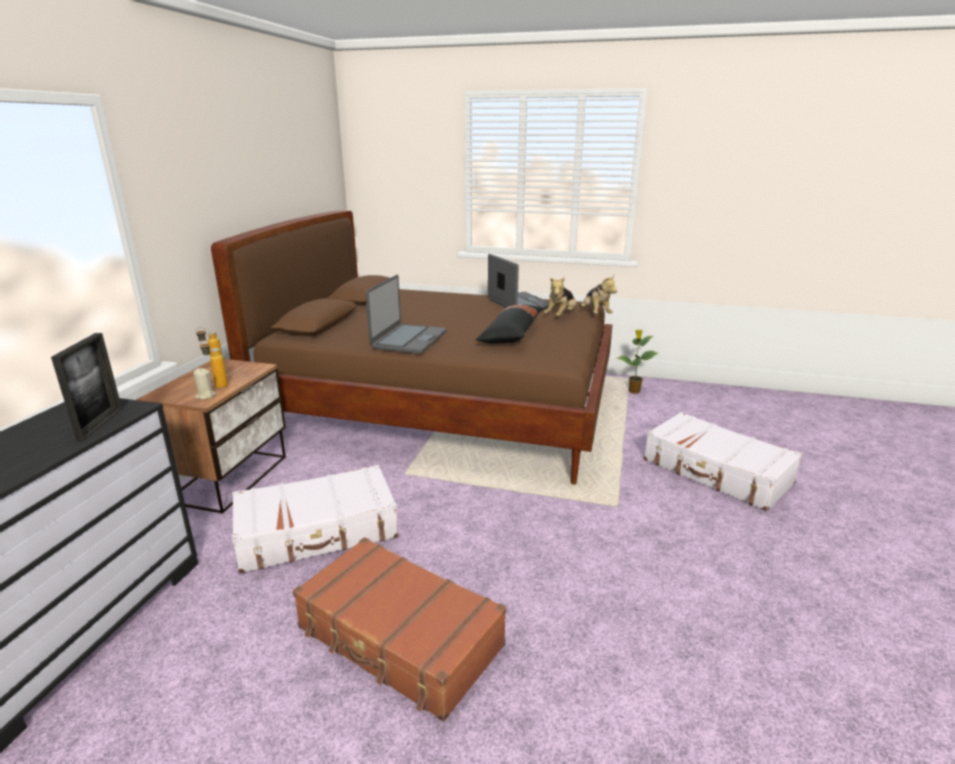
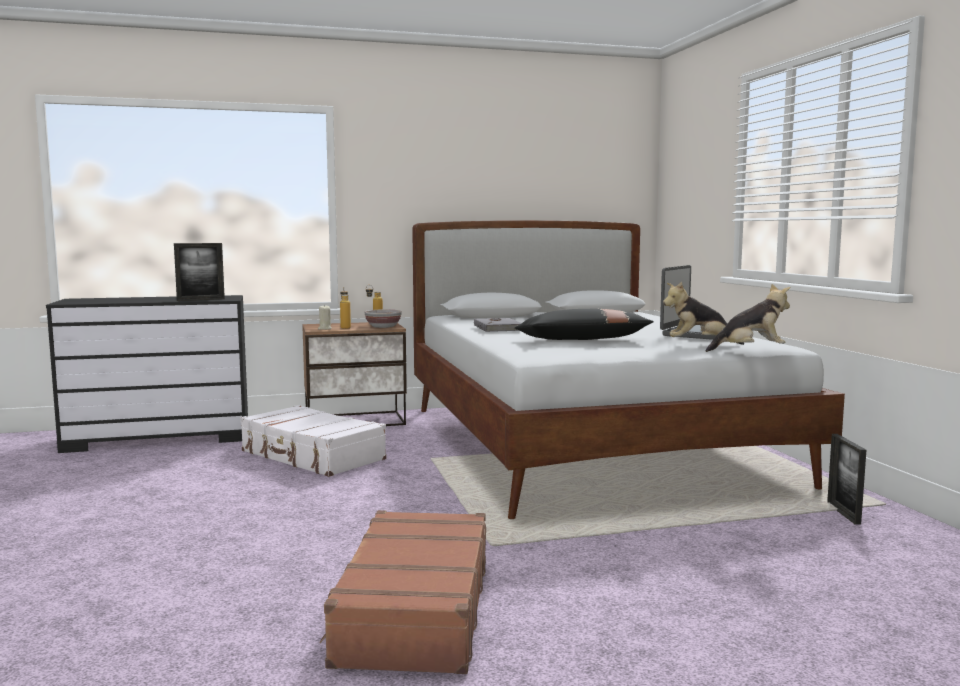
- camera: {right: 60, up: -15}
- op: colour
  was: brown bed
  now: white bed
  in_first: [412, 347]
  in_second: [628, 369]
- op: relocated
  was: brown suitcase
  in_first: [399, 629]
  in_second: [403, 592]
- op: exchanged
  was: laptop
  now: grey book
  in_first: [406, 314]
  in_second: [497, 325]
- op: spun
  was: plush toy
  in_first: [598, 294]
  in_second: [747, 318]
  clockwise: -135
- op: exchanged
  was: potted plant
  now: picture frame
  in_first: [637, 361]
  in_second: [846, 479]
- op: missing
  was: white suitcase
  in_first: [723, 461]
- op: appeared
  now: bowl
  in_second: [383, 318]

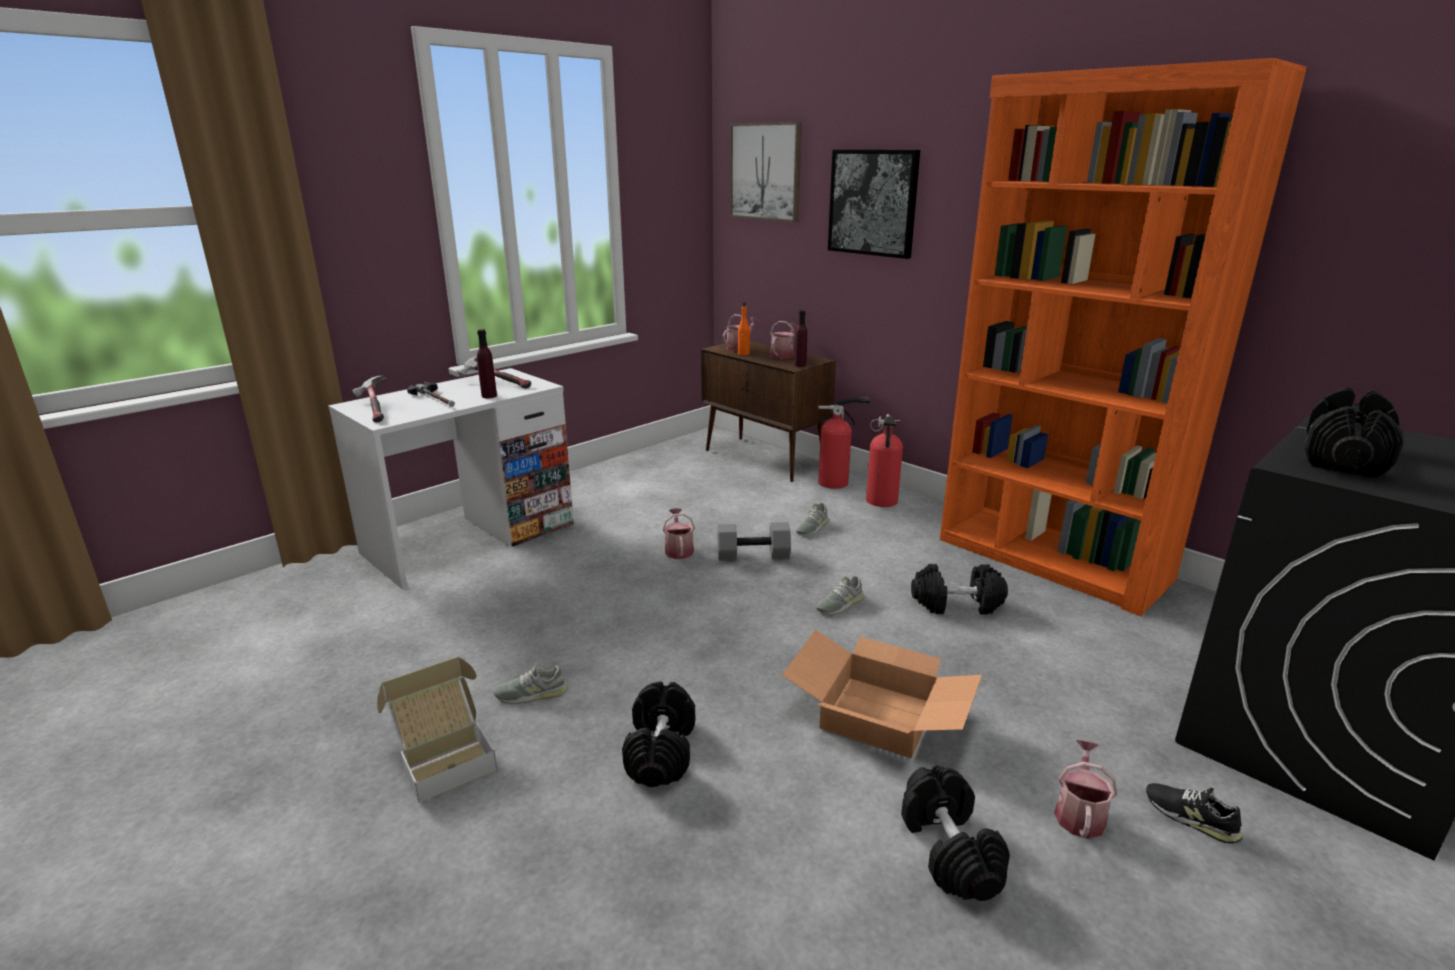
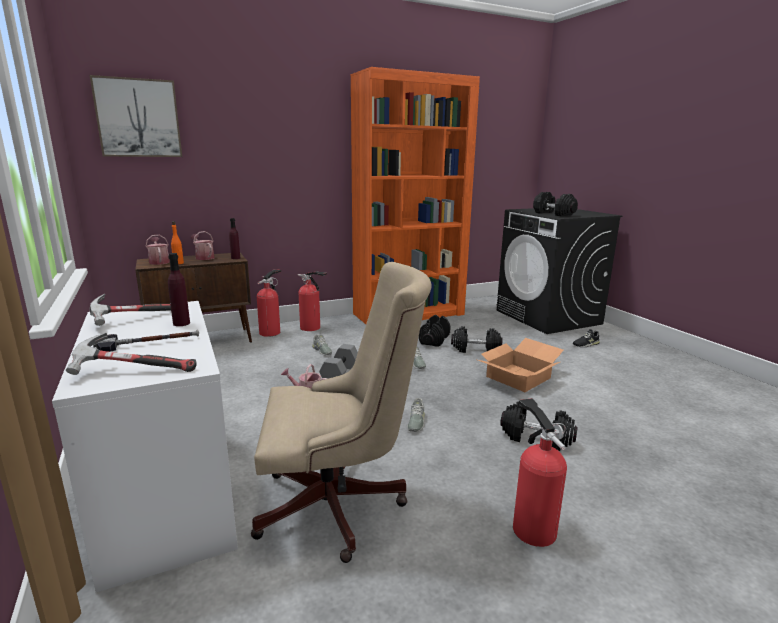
- camera: {right: -70, up: -5}
- op: exchanged
  was: cardboard box
  now: fire extinguisher
  in_first: [437, 730]
  in_second: [540, 472]
- op: relocated
  was: grey shoe
  in_first: [531, 683]
  in_second: [416, 415]
- op: missing
  was: picture
  in_first: [874, 204]
- op: relocated
  was: black dumbbell
  in_first: [955, 833]
  in_second: [476, 339]
- op: missing
  was: watering can
  in_first: [1085, 789]
- op: appeared
  now: beige office chair
  in_second: [341, 412]

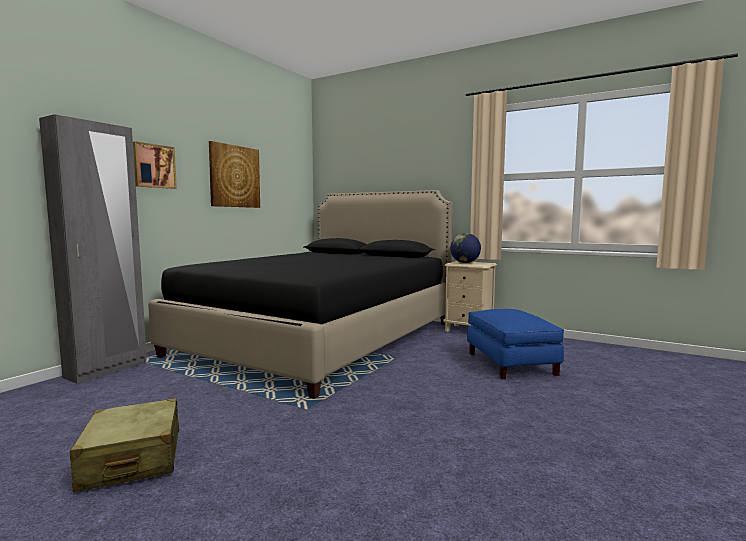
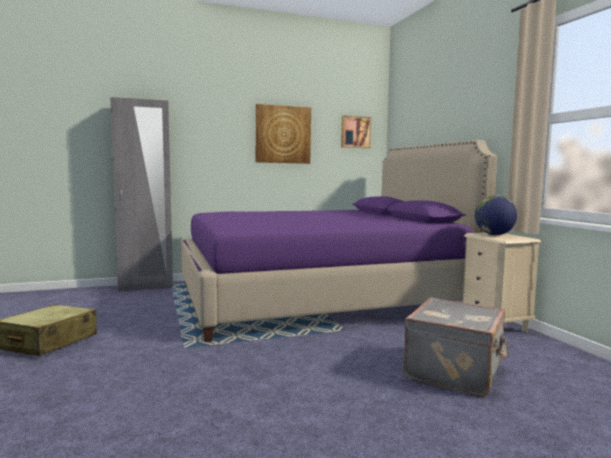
- camera: {right: 40, up: 0}
- op: relocated
  was: picture
  in_first: [155, 165]
  in_second: [356, 131]
- op: colour
  was: black bed
  now: purple bed
  in_first: [300, 294]
  in_second: [339, 241]
- op: exchanged
  was: blue ottoman
  now: grey suitcase
  in_first: [515, 344]
  in_second: [455, 346]

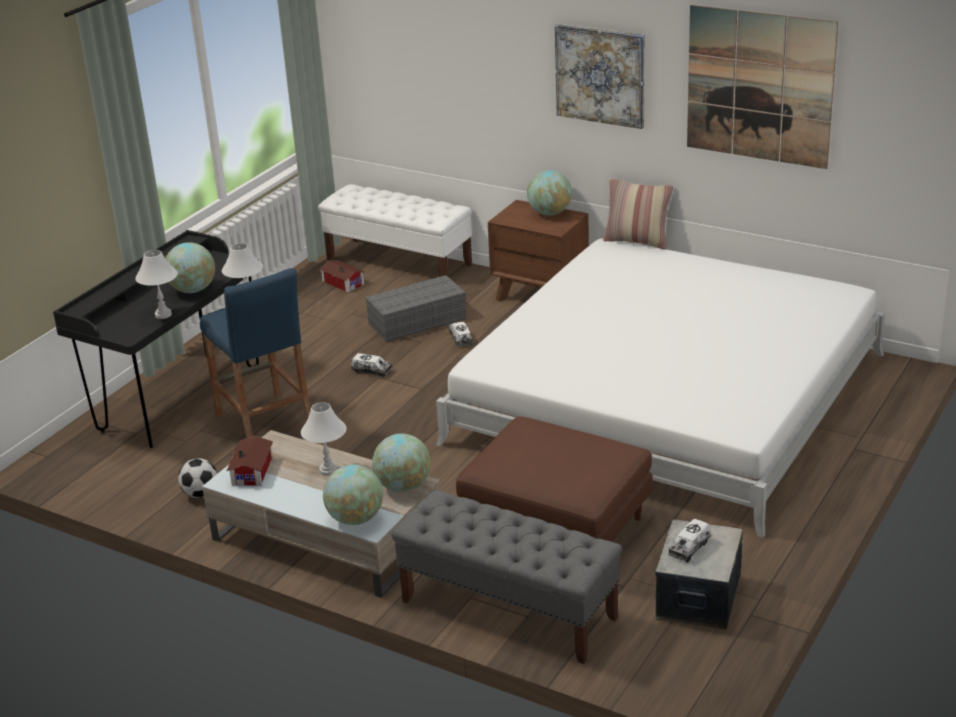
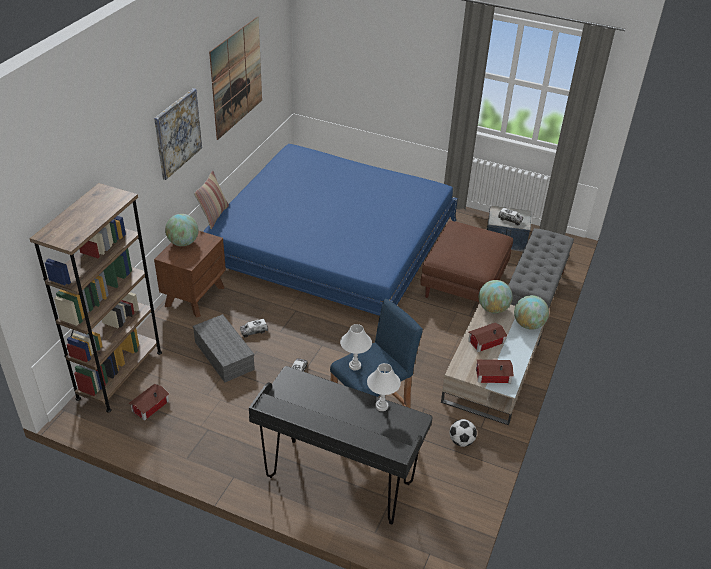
- camera: {right: -100, up: 10}
- op: missing
  was: globe
  in_first: [190, 267]
- op: exchanged
  was: white table lamp
  now: toy house
  in_first: [324, 439]
  in_second: [488, 337]
- op: exchanged
  was: white bench
  now: brown bookcase
  in_first: [395, 230]
  in_second: [95, 298]
- op: colour
  was: white bed
  now: blue bed
  in_first: [660, 388]
  in_second: [330, 230]

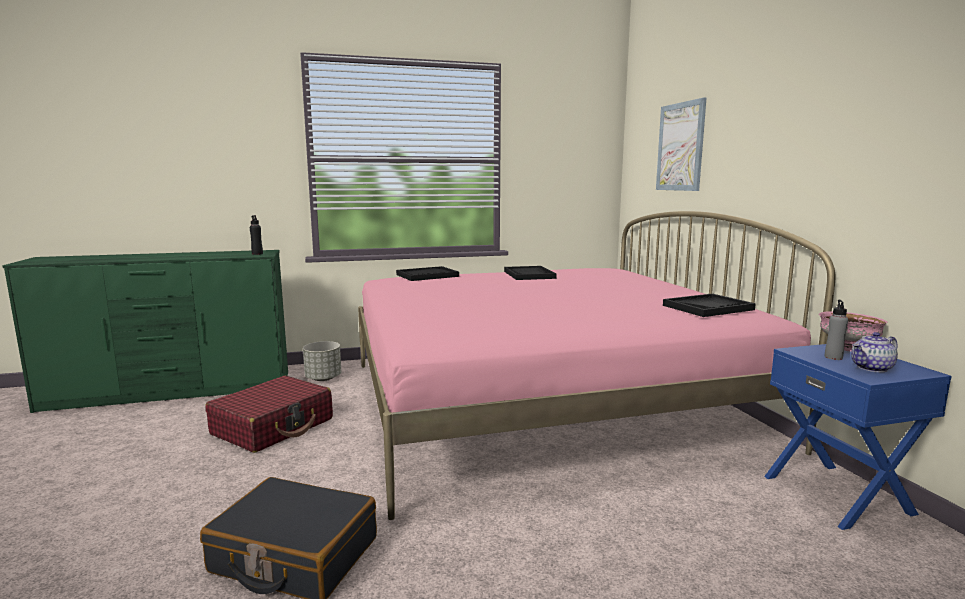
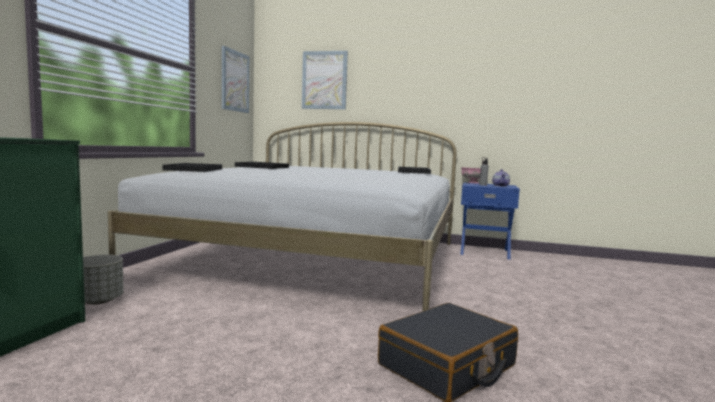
- camera: {right: -60, up: -5}
- op: missing
  was: red suitcase
  in_first: [269, 414]
- op: missing
  was: black bottle
  in_first: [256, 235]
- op: colour
  was: pink bed
  now: white bed
  in_first: [596, 365]
  in_second: [282, 216]
- op: appeared
  now: picture
  in_second: [235, 79]

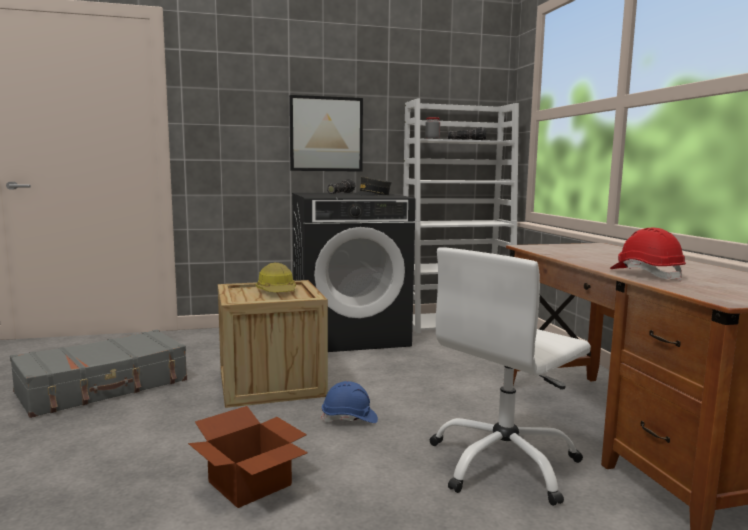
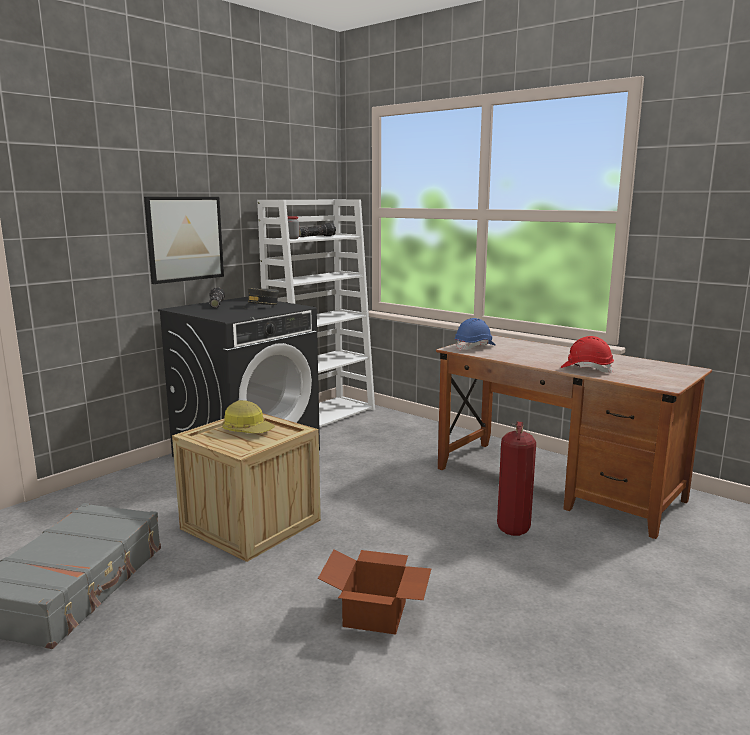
- camera: {right: -35, up: 5}
- op: relocated
  was: blue hard hat
  in_first: [349, 402]
  in_second: [475, 334]
- op: exchanged
  was: white office chair
  now: fire extinguisher
  in_first: [510, 376]
  in_second: [516, 479]

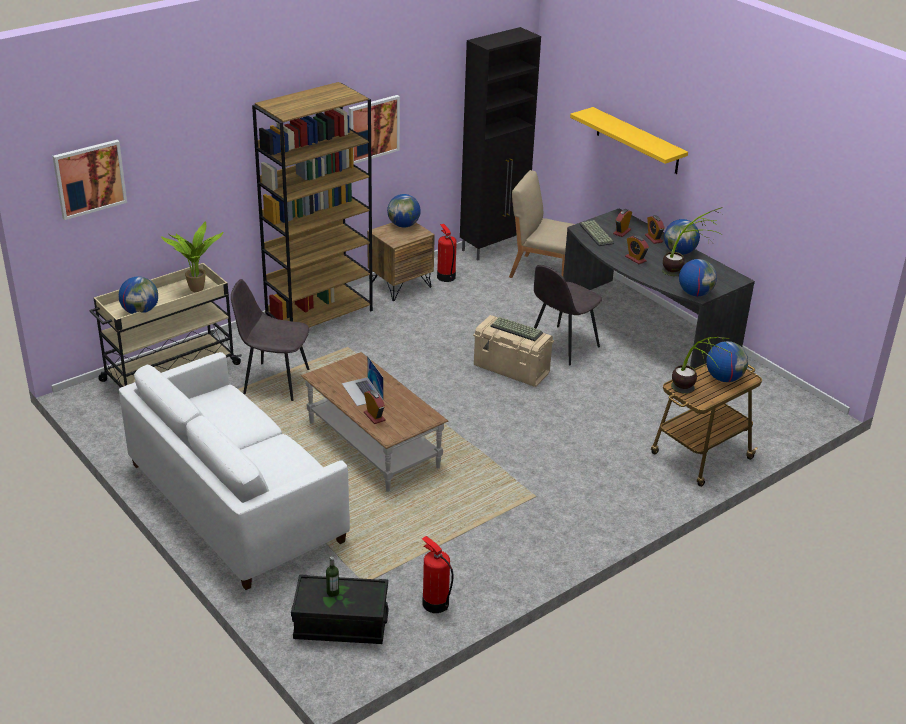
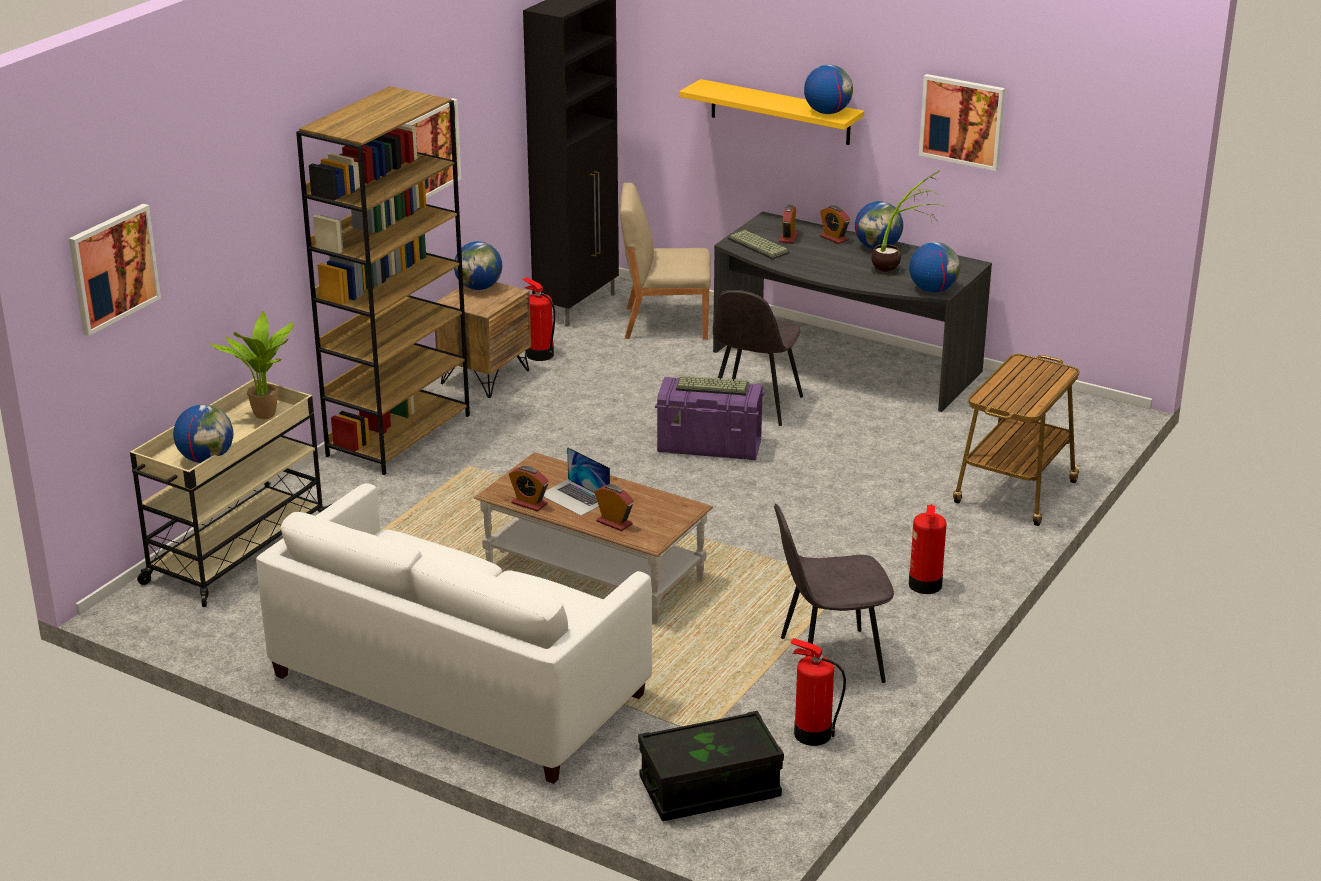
- camera: {right: -20, up: -5}
- op: relocated
  was: grey chair
  in_first: [270, 340]
  in_second: [834, 593]
- op: missing
  was: bottle
  in_first: [332, 576]
- op: colour
  was: beige storage box
  now: purple storage box
  in_first: [513, 351]
  in_second: [710, 418]
- op: relocated
  was: alarm clock
  in_first: [637, 249]
  in_second: [528, 489]
- op: missing
  was: potted plant
  in_first: [701, 365]
- op: relocated
  was: globe
  in_first: [727, 361]
  in_second: [828, 89]
- op: appeared
  now: fire extinguisher
  in_second: [928, 549]
- op: appeared
  now: picture
  in_second: [962, 122]

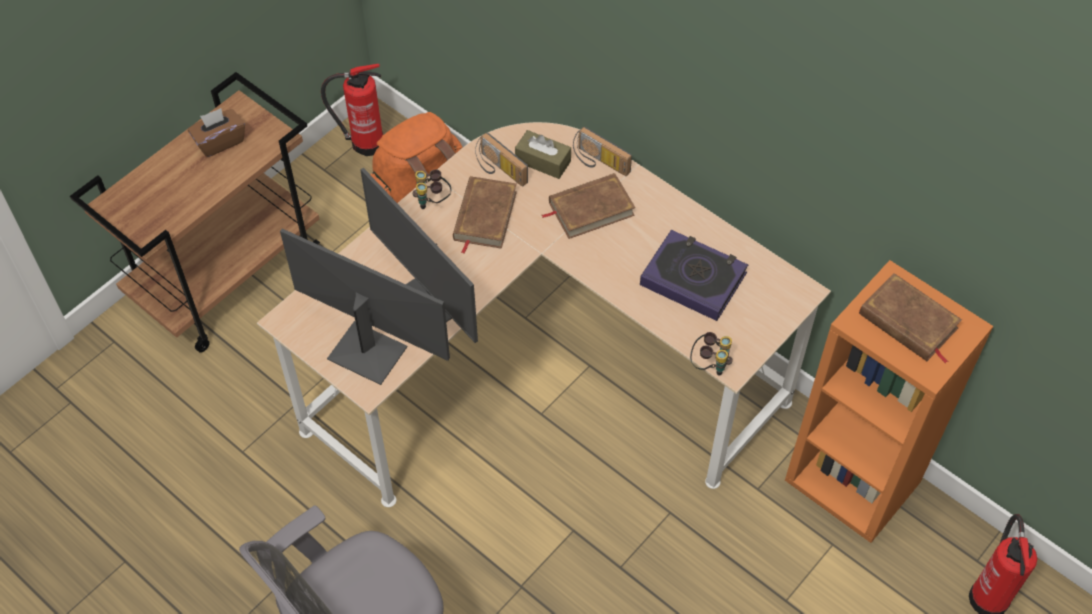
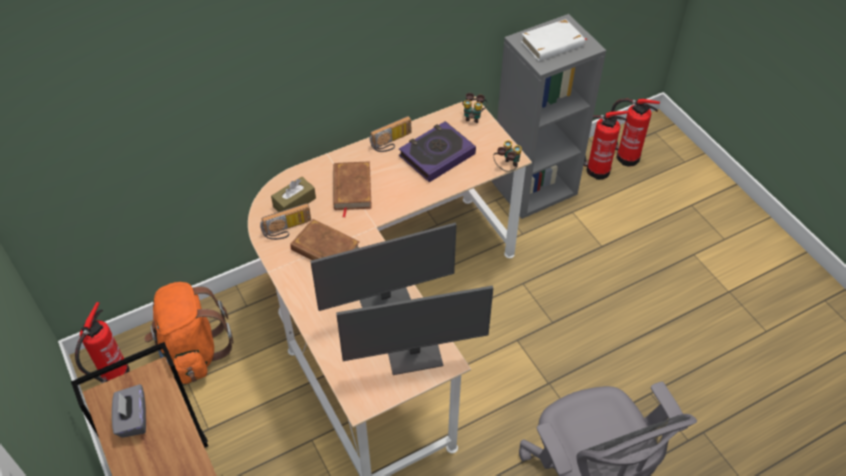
- camera: {right: -70, up: -5}
- op: colour
  was: brown tissue box
  now: grey tissue box
  in_first: [216, 132]
  in_second: [129, 411]
- op: spun
  was: monitor
  in_first: [365, 306]
  in_second: [414, 330]
  clockwise: -150
- op: relocated
  was: binoculars
  in_first: [432, 189]
  in_second: [475, 108]
- op: relocated
  was: radio
  in_first: [602, 151]
  in_second: [390, 134]
- op: colour
  was: orange bookcase
  now: grey bookcase
  in_first: [889, 401]
  in_second: [549, 116]
- op: colour
  was: brown book
  now: white book
  in_first: [910, 318]
  in_second: [554, 40]
- op: appeared
  now: fire extinguisher
  in_second: [606, 145]

